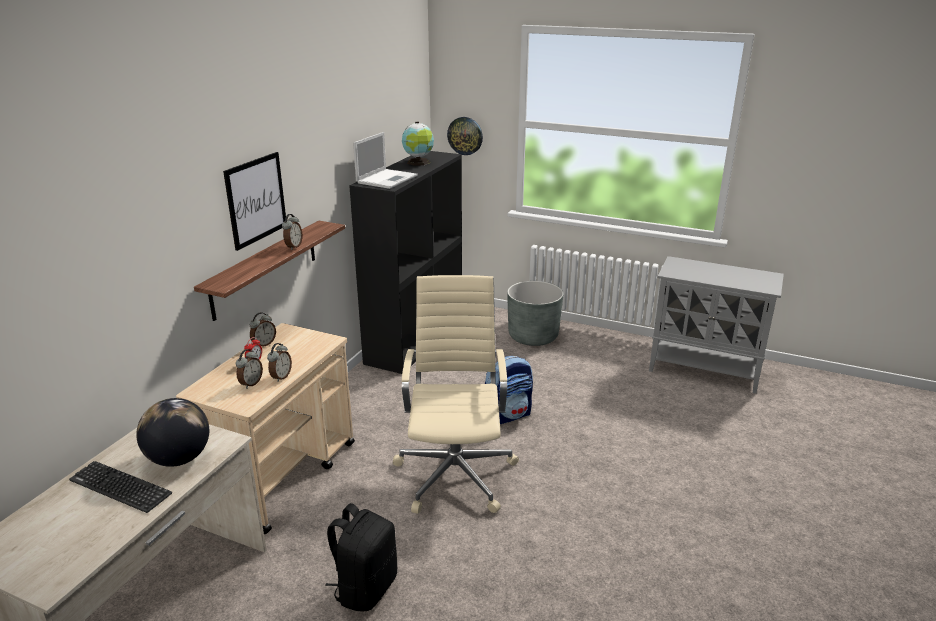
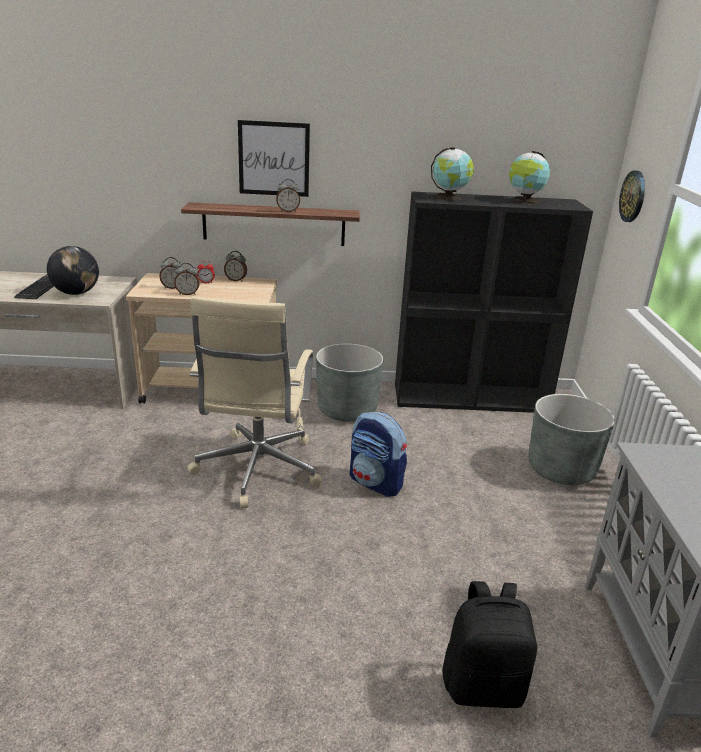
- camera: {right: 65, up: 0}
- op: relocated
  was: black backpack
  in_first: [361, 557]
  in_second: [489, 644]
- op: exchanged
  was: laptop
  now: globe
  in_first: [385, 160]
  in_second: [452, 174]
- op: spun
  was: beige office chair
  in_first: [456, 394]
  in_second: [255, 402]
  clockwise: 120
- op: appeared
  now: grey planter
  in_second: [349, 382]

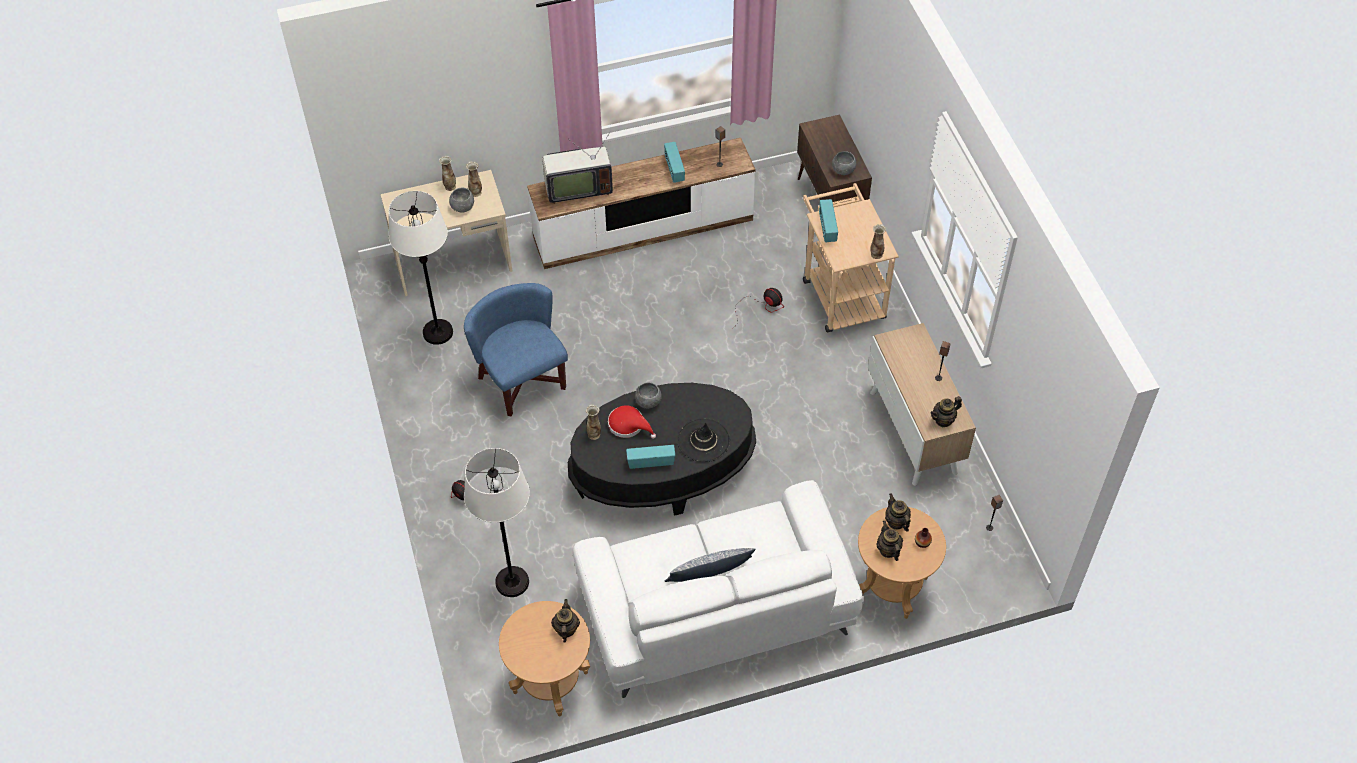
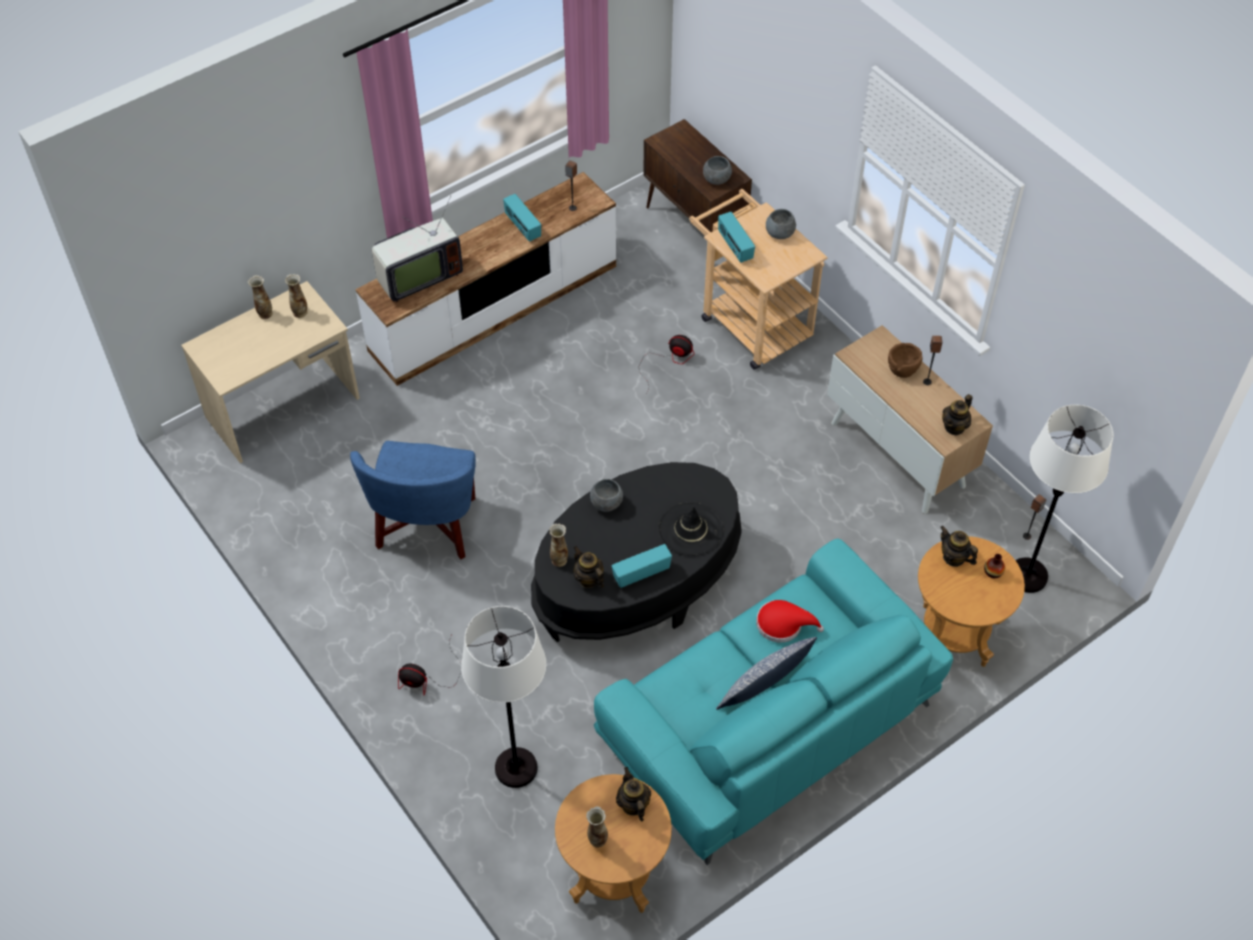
- camera: {right: -20, up: 0}
- op: relocated
  was: white floor lamp
  in_first: [421, 268]
  in_second: [1064, 499]
- op: relocated
  was: grey bowl
  in_first: [461, 200]
  in_second: [781, 224]
- op: spun
  was: blue armchair
  in_first: [516, 350]
  in_second: [413, 500]
  clockwise: -120
- op: colour
  was: white sofa
  now: turquoise sofa
  in_first: [718, 589]
  in_second: [773, 701]
- op: relocated
  was: red hat
  in_first: [632, 422]
  in_second: [790, 621]
- op: relocated
  was: vase
  in_first: [878, 241]
  in_second: [597, 827]
- op: relocated
  was: teapot
  in_first: [889, 541]
  in_second: [589, 567]
- op: appeared
  now: brown bowl
  in_second: [905, 360]

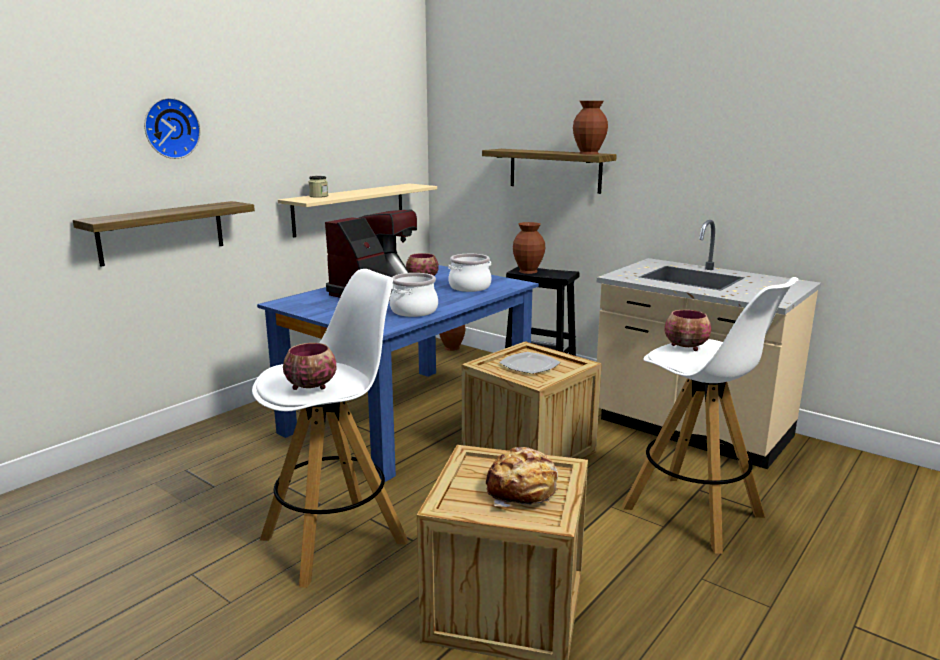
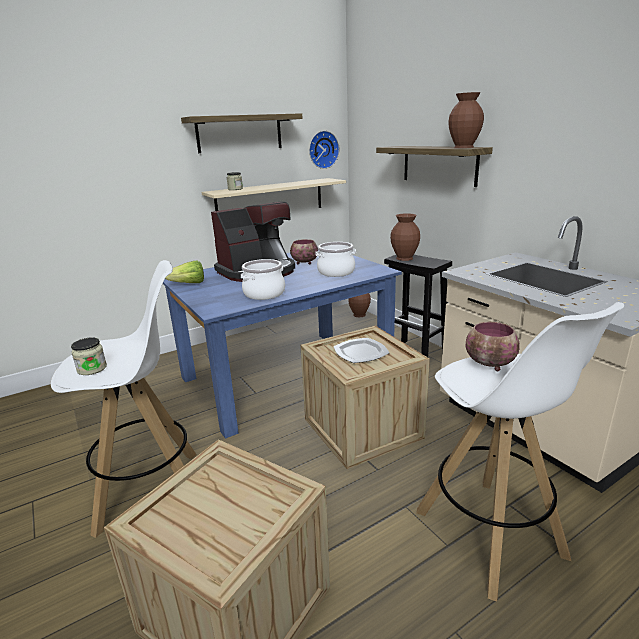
- camera: {right: 20, up: 5}
- op: relocated
  was: shelf
  in_first: [164, 234]
  in_second: [242, 133]
- op: relocated
  was: wall clock
  in_first: [172, 128]
  in_second: [324, 150]
- op: exchanged
  was: bowl
  now: jar
  in_first: [309, 366]
  in_second: [89, 356]
- op: missing
  was: bread
  in_first: [522, 477]
- op: appeared
  now: lettuce
  in_second: [184, 272]

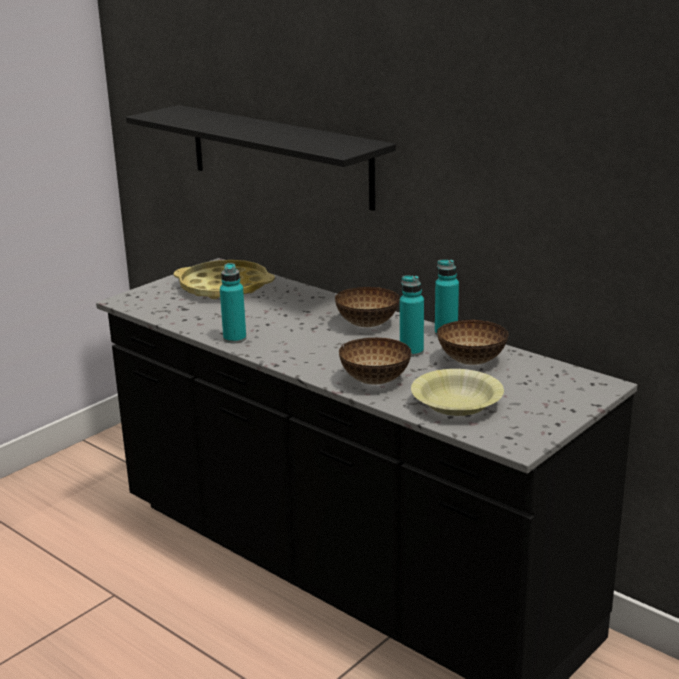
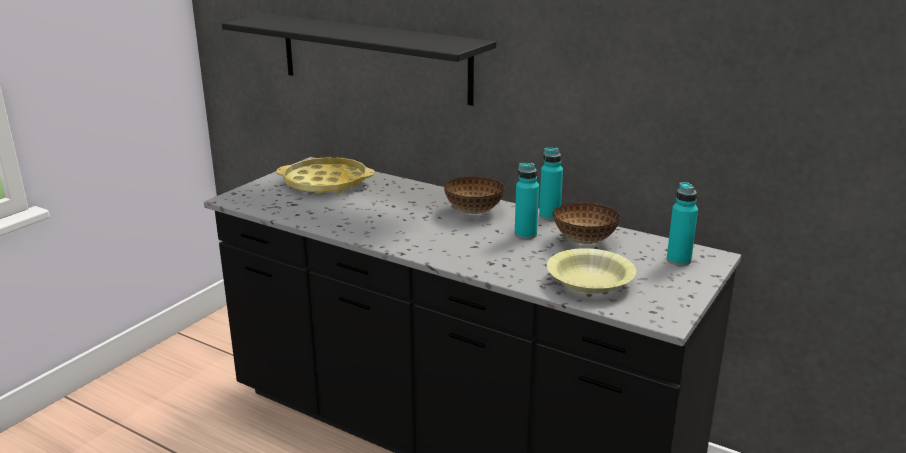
- camera: {right: -10, up: 0}
- op: relocated
  was: turquoise bottle
  in_first: [233, 303]
  in_second: [682, 224]
- op: missing
  was: bowl
  in_first: [375, 361]

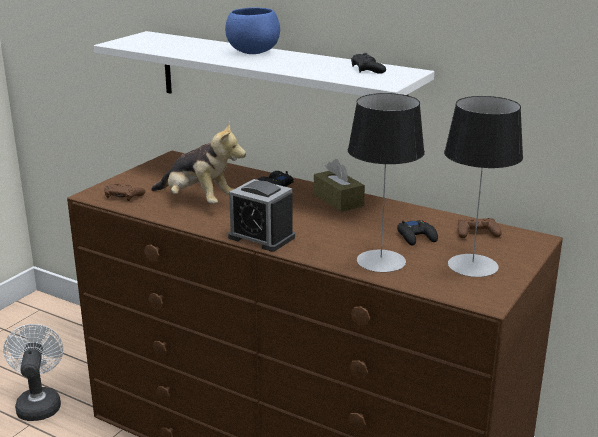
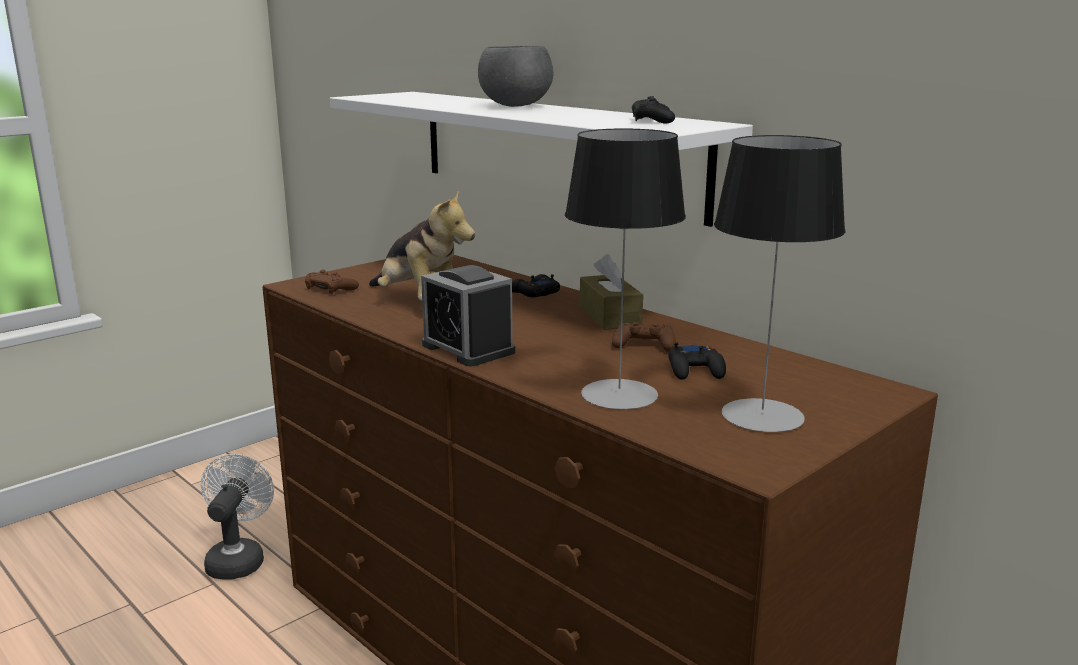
- camera: {right: 15, up: -5}
- op: colour
  was: blue bowl
  now: grey bowl
  in_first: [252, 30]
  in_second: [516, 76]
- op: relocated
  was: brown game controller
  in_first: [480, 228]
  in_second: [644, 337]

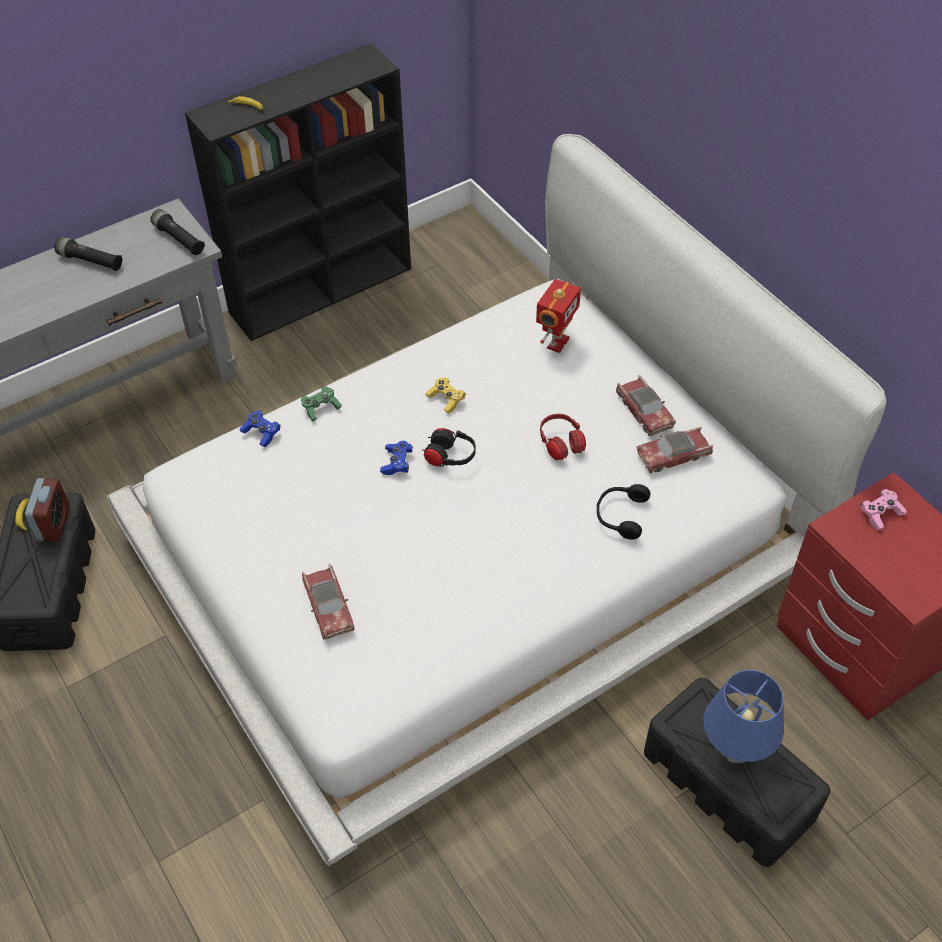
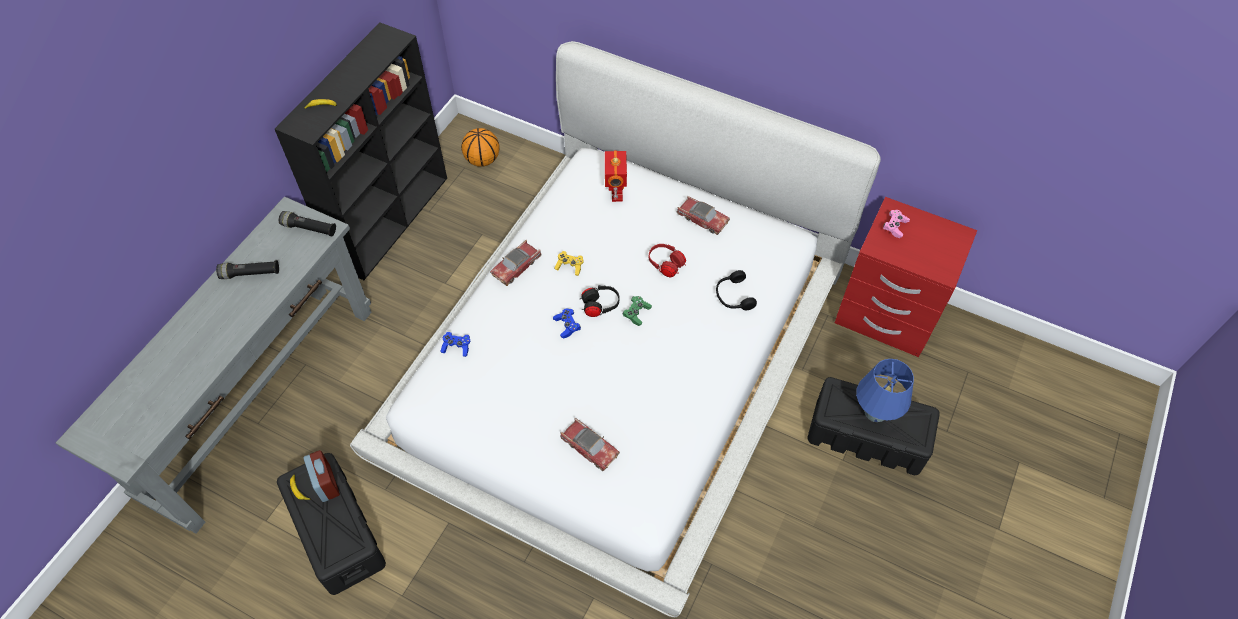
- camera: {right: -30, up: 5}
- op: relocated
  was: green game controller
  in_first: [321, 404]
  in_second: [637, 311]
- op: relocated
  was: toy car
  in_first: [675, 450]
  in_second: [516, 263]
- op: appeared
  now: basketball
  in_second: [480, 147]

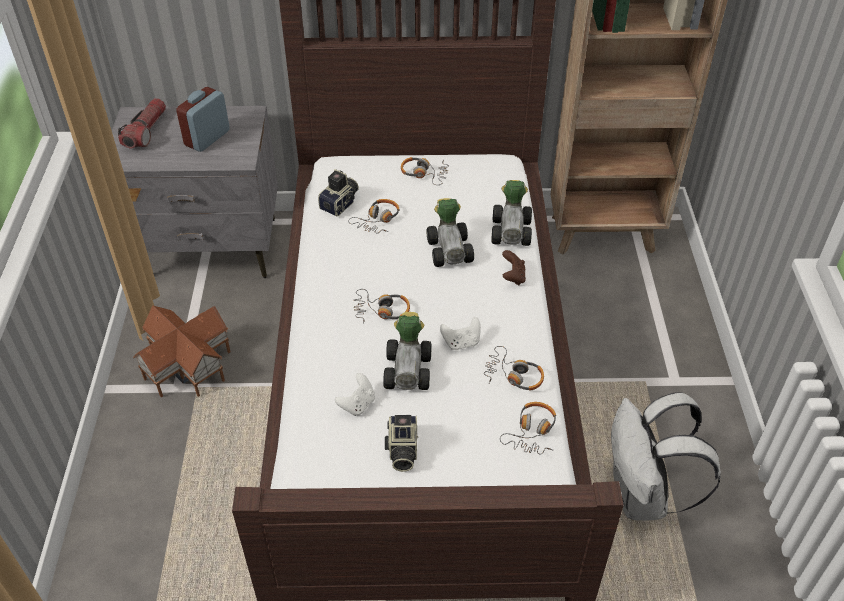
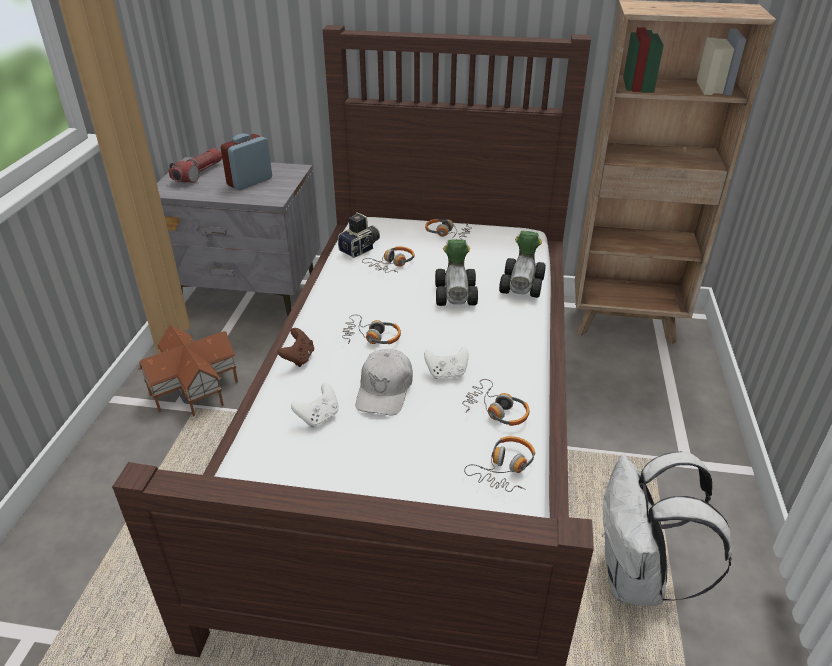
- camera: {right: 10, up: -10}
- op: exchanged
  was: toy car
  now: white cap
  in_first: [407, 351]
  in_second: [384, 382]
- op: missing
  was: photo camera
  in_first: [401, 443]
- op: relocated
  was: brown game controller
  in_first: [514, 267]
  in_second: [295, 347]

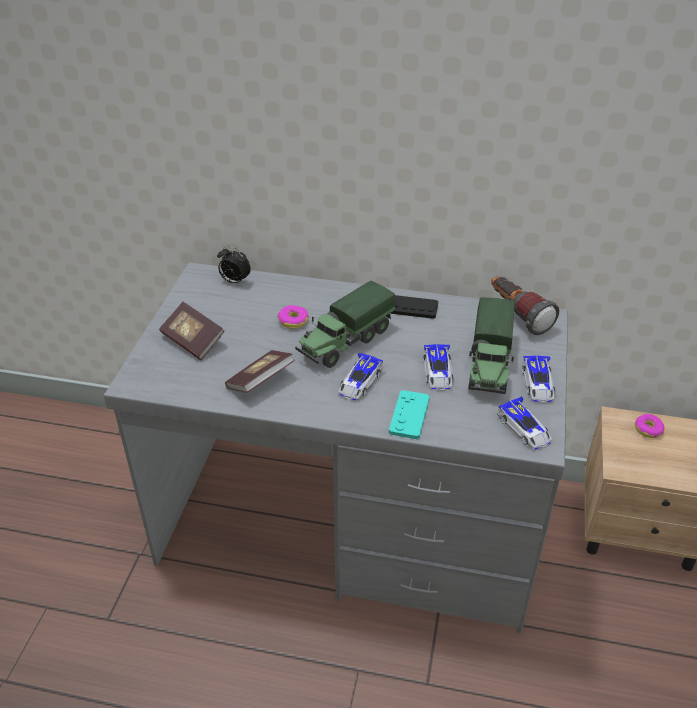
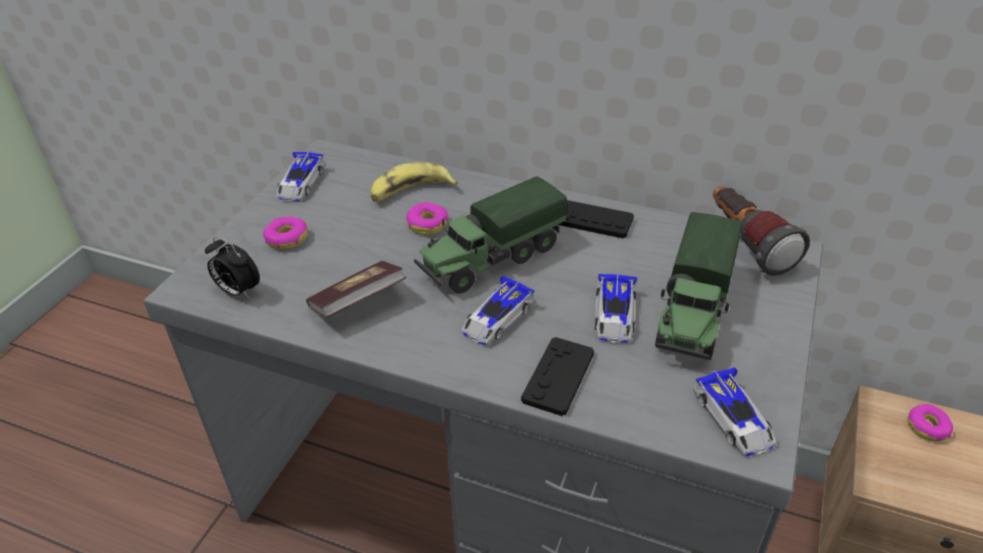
- camera: {right: 10, up: 0}
- op: exchanged
  was: book
  now: donut
  in_first: [191, 331]
  in_second: [285, 233]
- op: relocated
  was: alarm clock
  in_first: [234, 265]
  in_second: [232, 267]
- op: colour
  was: turquoise game controller
  now: black game controller
  in_first: [409, 414]
  in_second: [557, 376]
- op: relocated
  was: toy car
  in_first: [538, 378]
  in_second: [300, 176]
- op: appeared
  now: banana
  in_second: [414, 182]

